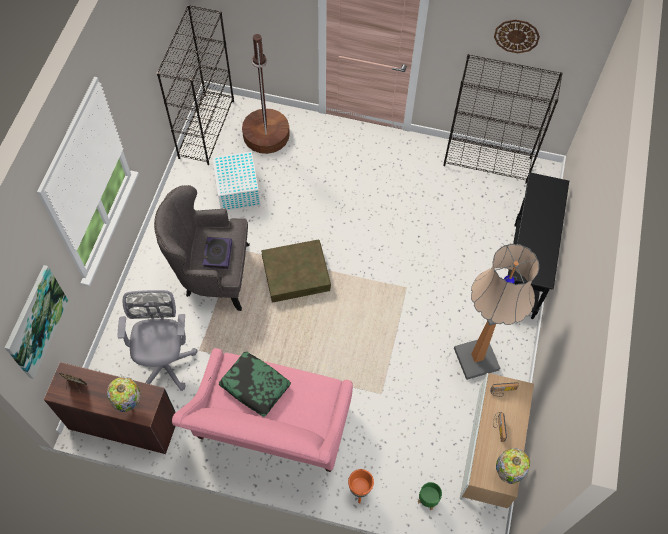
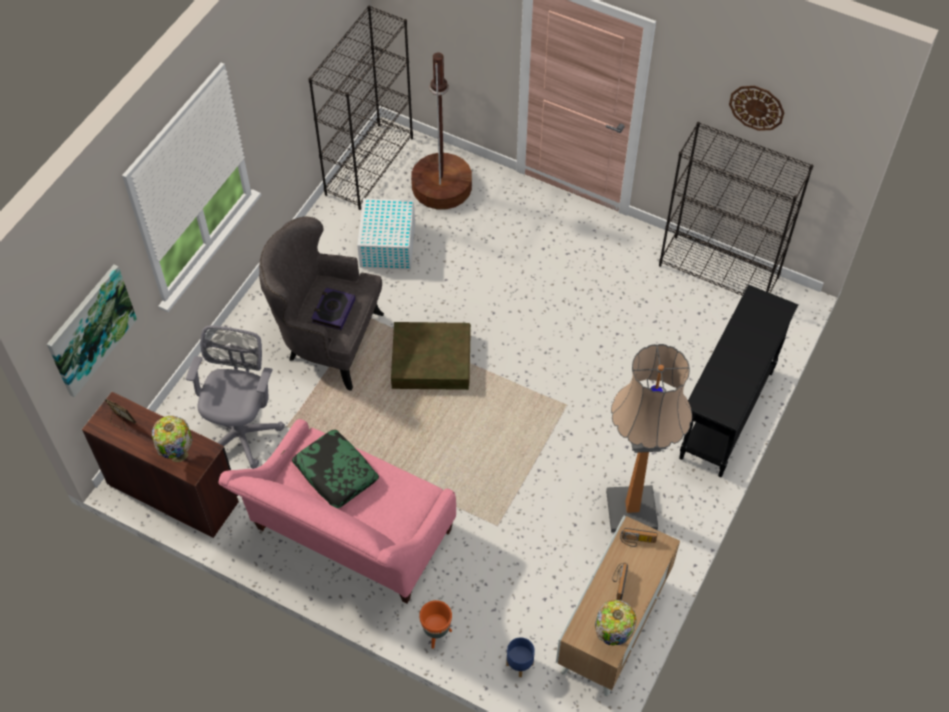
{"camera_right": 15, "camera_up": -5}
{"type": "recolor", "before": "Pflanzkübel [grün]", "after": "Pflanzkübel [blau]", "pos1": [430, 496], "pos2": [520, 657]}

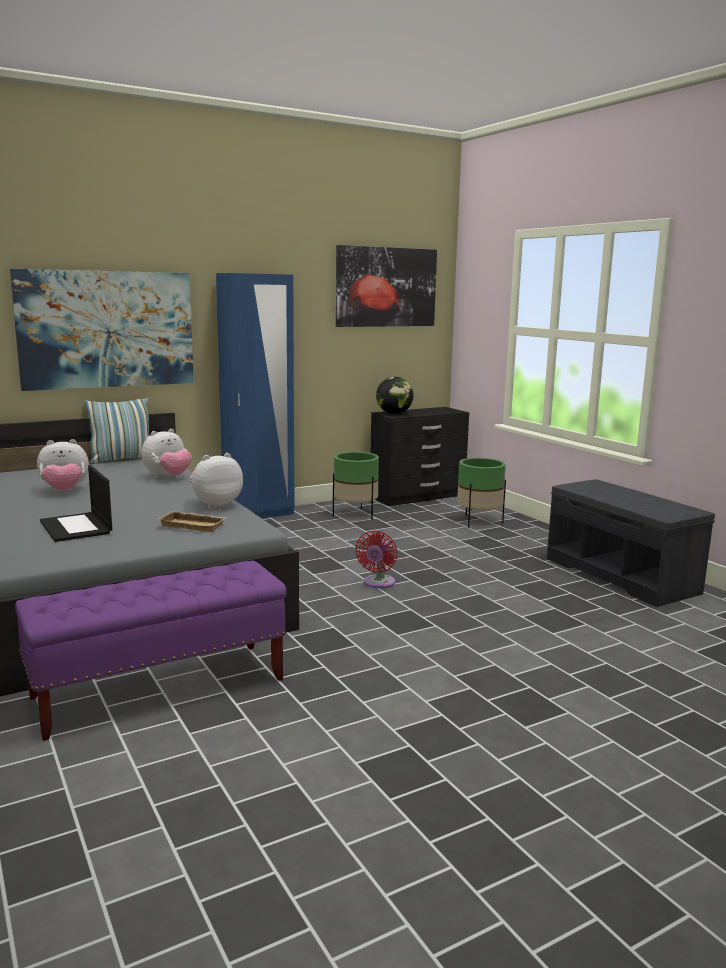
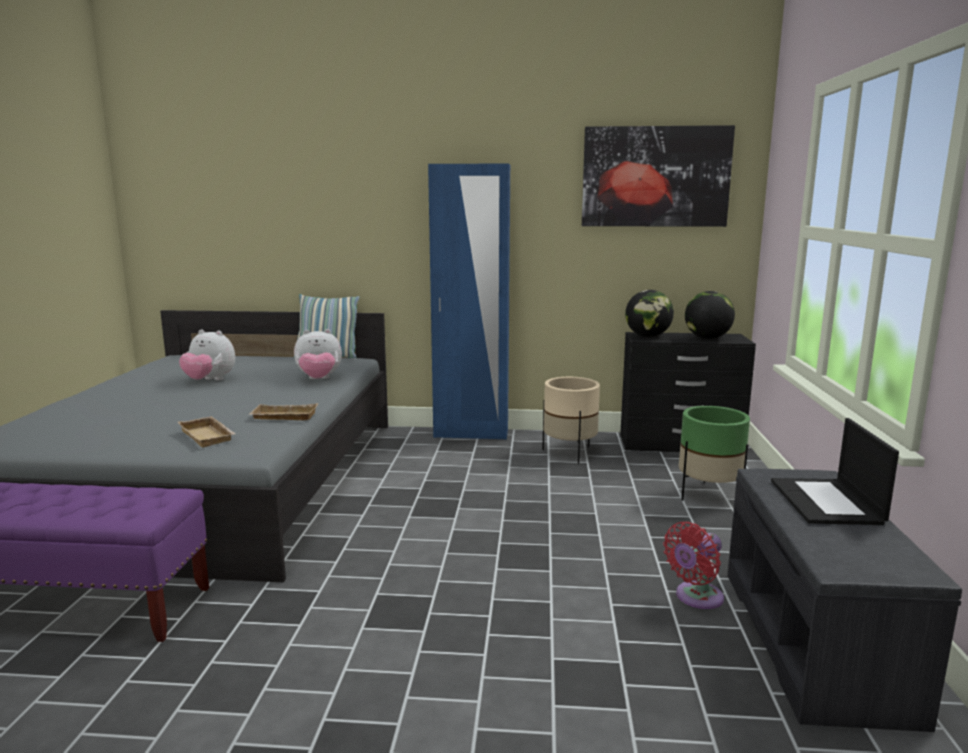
{"camera_right": 35, "camera_up": 0}
{"type": "delete", "before": "Bild", "pos1": [102, 330]}
{"type": "insert", "after": "Globus", "pos2": [710, 315]}
{"type": "move", "before": "Laptop", "pos1": [76, 503], "pos2": [835, 471]}
{"type": "move", "before": "Ventilator [rot]", "pos1": [376, 559], "pos2": [693, 565]}
{"type": "replace", "before": "Plüschtier", "after": "Tablett [beige]", "pos1": [216, 481], "pos2": [283, 411]}
{"type": "recolor", "before": "Pflanzkübel [grün]", "after": "Pflanzkübel [beige]", "pos1": [356, 486], "pos2": [571, 420]}

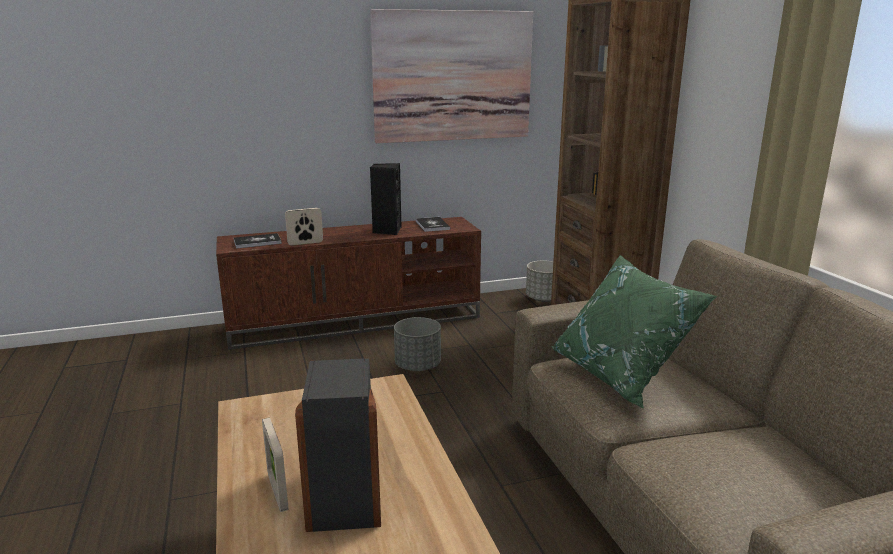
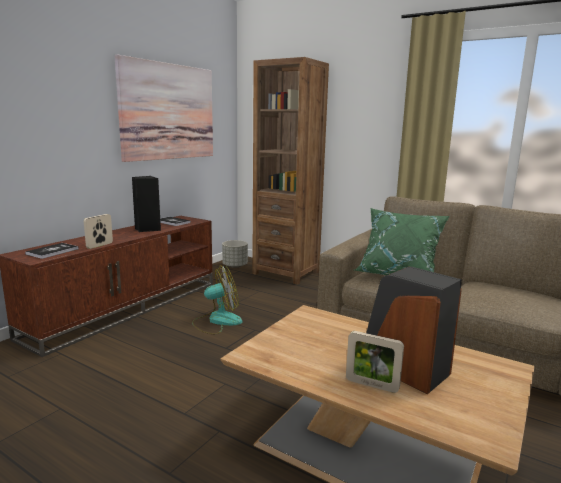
{"camera_right": -40, "camera_up": -5}
{"type": "replace", "before": "Pflanzkübel [grau]", "after": "Ventilator", "pos1": [417, 344], "pos2": [217, 299]}

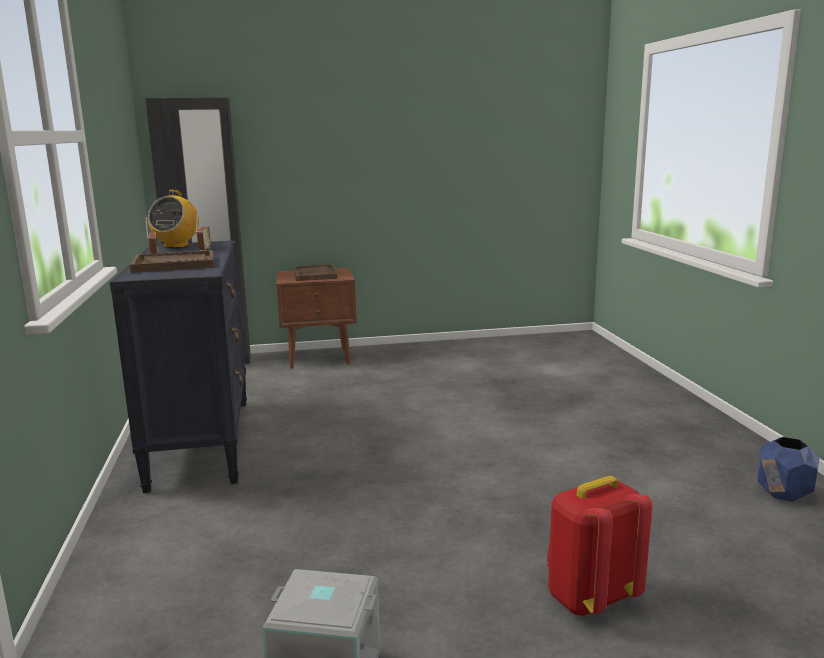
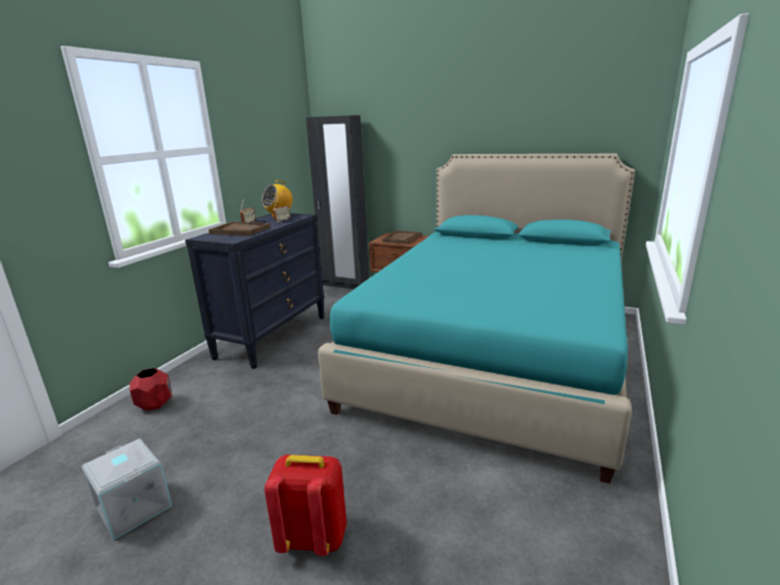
{"camera_right": 35, "camera_up": 5}
{"type": "delete", "before": "Pflanzkübel [blau]", "pos1": [788, 469]}
{"type": "insert", "after": "Pflanzkübel [rot]", "pos2": [150, 389]}
{"type": "insert", "after": "Bett [türkis]", "pos2": [476, 319]}

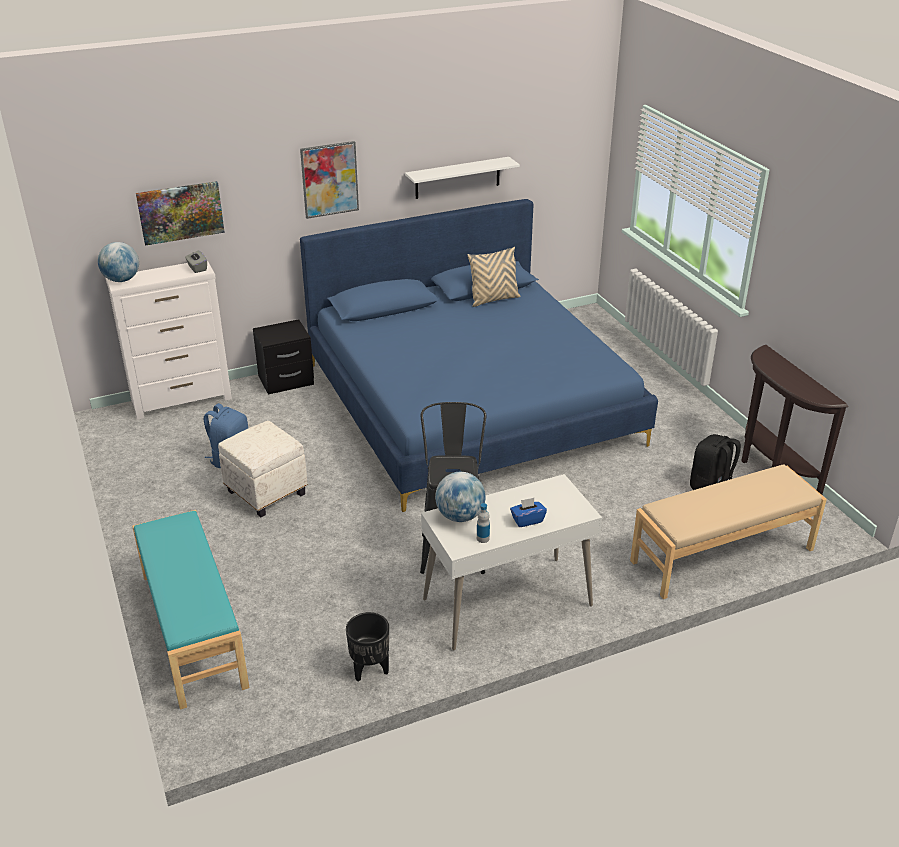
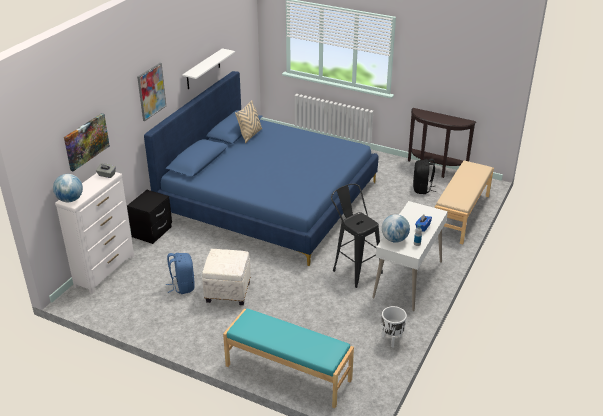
{"camera_right": -40, "camera_up": 0}
{"type": "recolor", "before": "Pflanzkübel [schwarz]", "after": "Pflanzkübel [weiß]", "pos1": [367, 647], "pos2": [394, 326]}

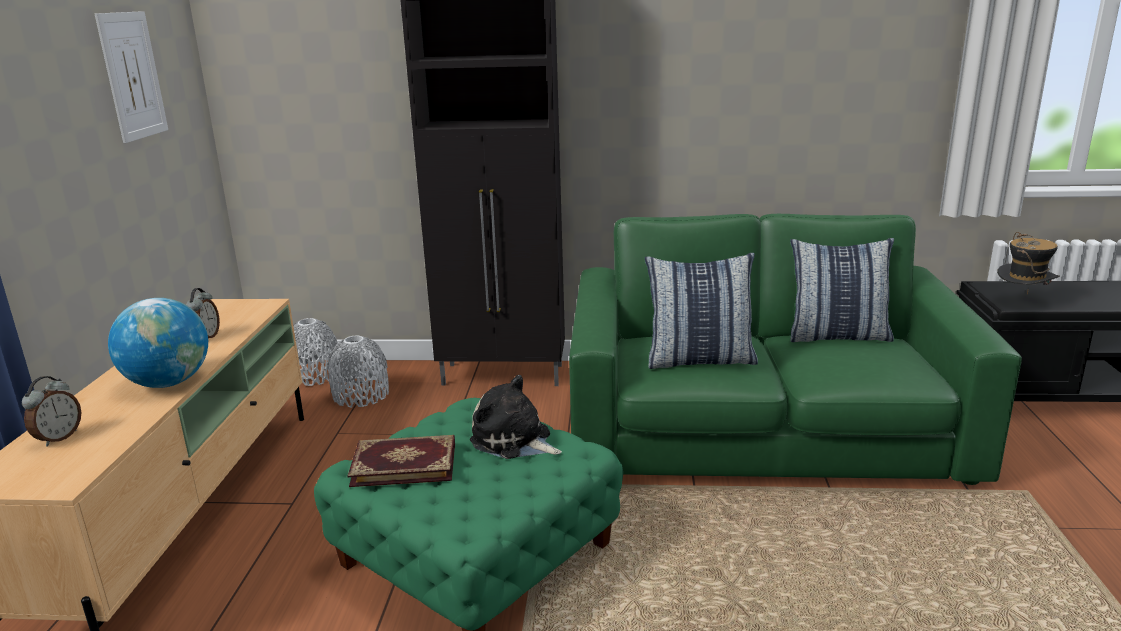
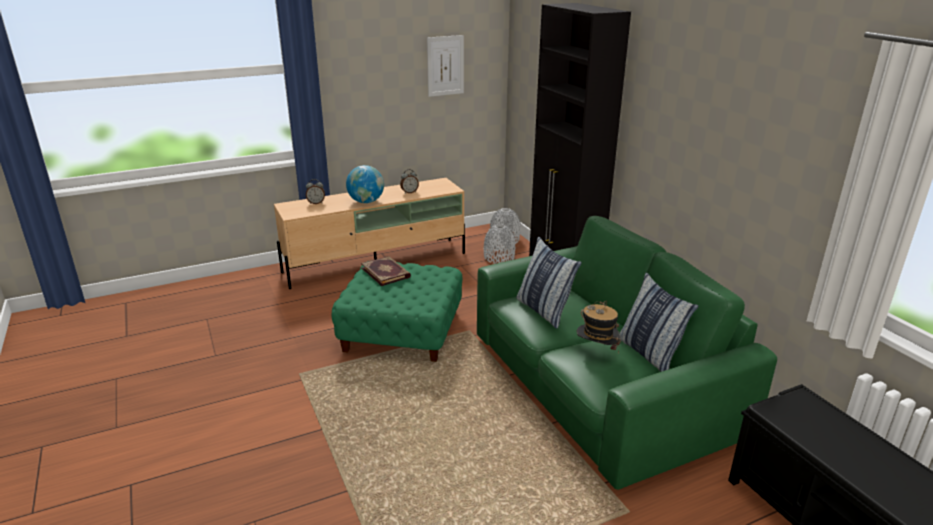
{"camera_right": 60, "camera_up": 5}
{"type": "delete", "before": "Plüschtier", "pos1": [516, 417]}
{"type": "move", "before": "Hut", "pos1": [1028, 263], "pos2": [599, 327]}

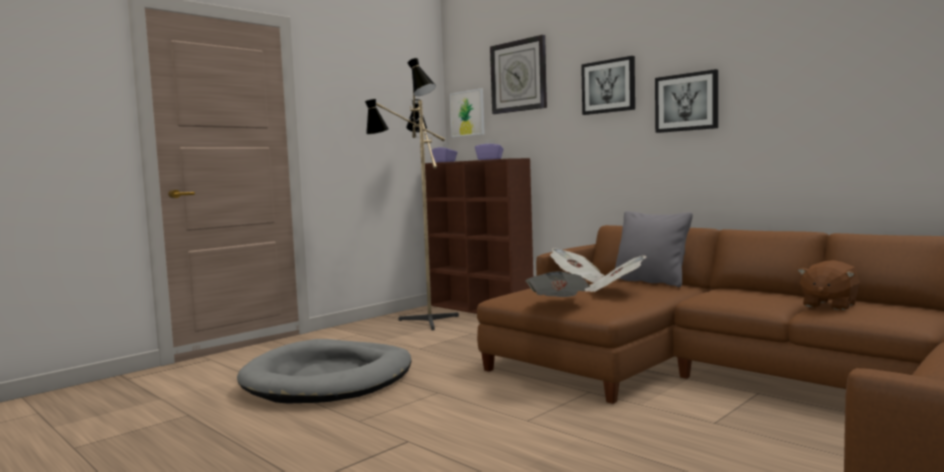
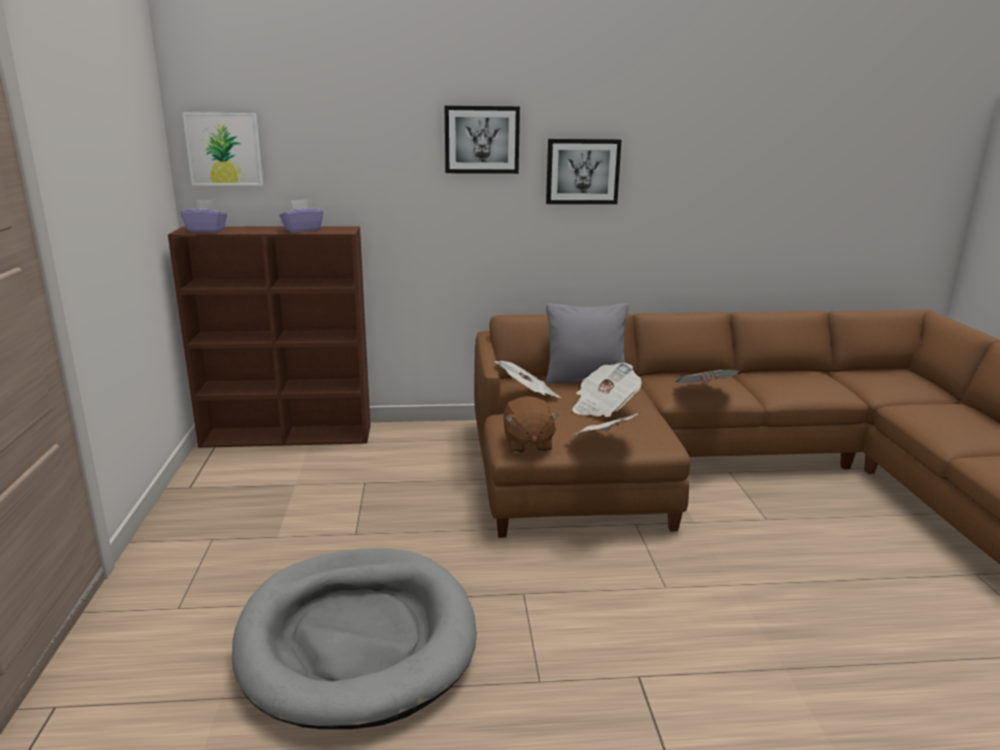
{"camera_right": -50, "camera_up": 15}
{"type": "delete", "before": "Stehlampe", "pos1": [412, 194]}
{"type": "delete", "before": "Wanduhr", "pos1": [518, 74]}
{"type": "insert", "after": "Zeitung", "pos2": [706, 376]}
{"type": "move", "before": "Plüschtier [braun]", "pos1": [828, 285], "pos2": [531, 424]}

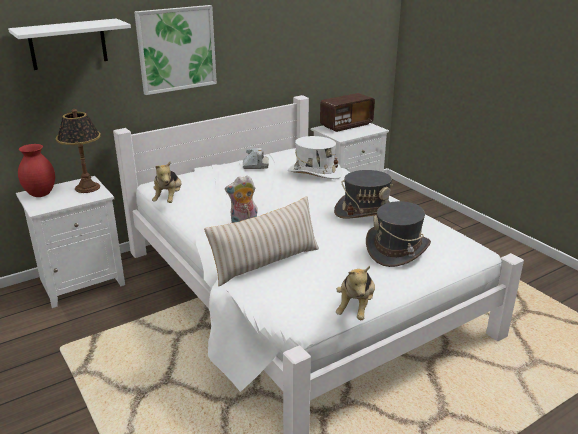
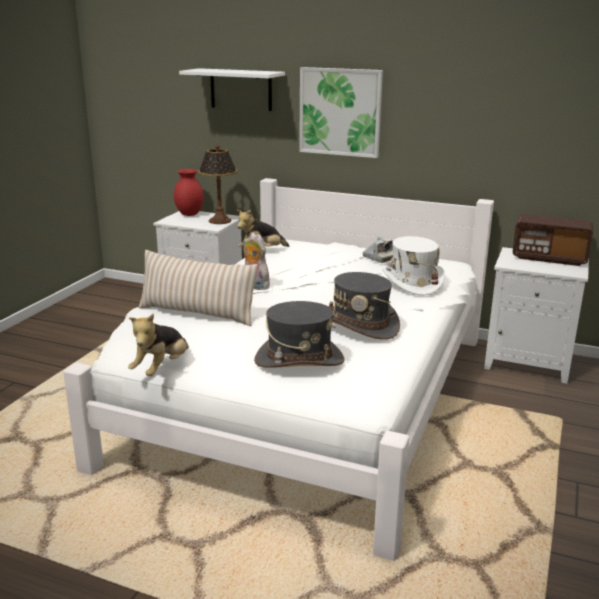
{"camera_right": 55, "camera_up": -5}
{"type": "rotate", "before": "Plüschtier", "pos1": [355, 293], "pos2": [158, 345], "turn": -45}

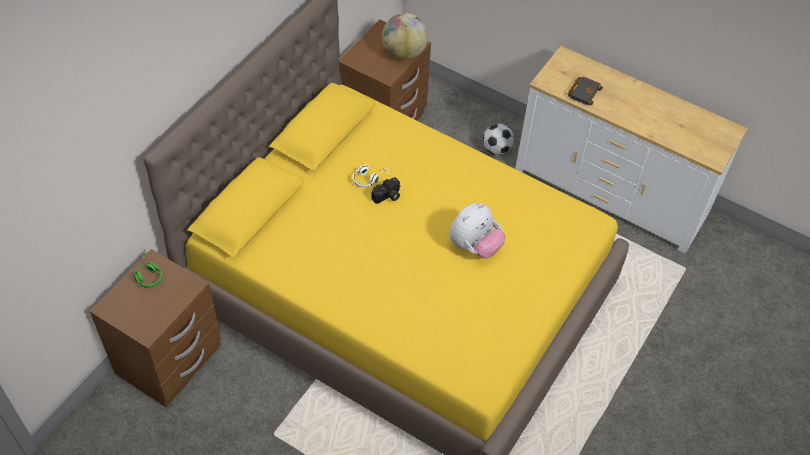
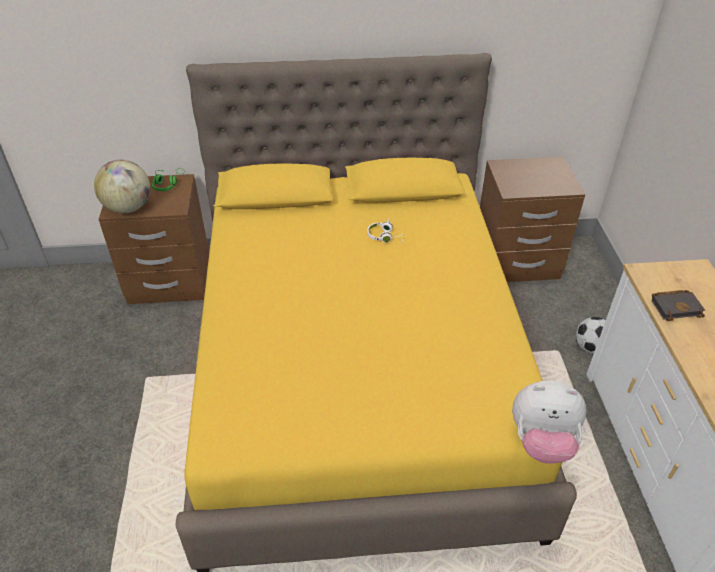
{"camera_right": 55, "camera_up": -10}
{"type": "delete", "before": "Kamera", "pos1": [386, 190]}
{"type": "move", "before": "Globus", "pos1": [405, 36], "pos2": [122, 186]}
{"type": "move", "before": "Plüschtier", "pos1": [477, 230], "pos2": [549, 422]}

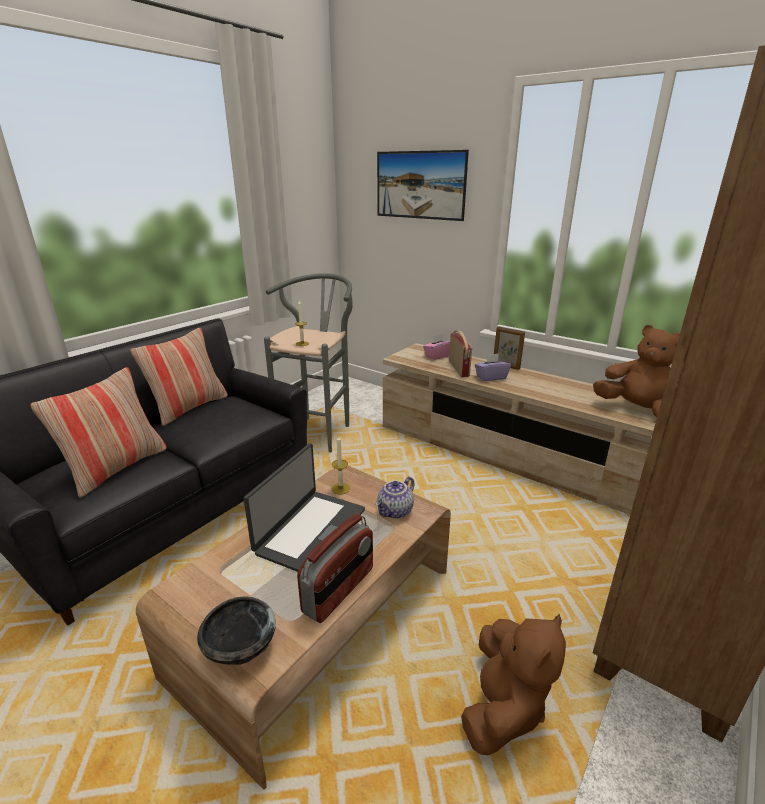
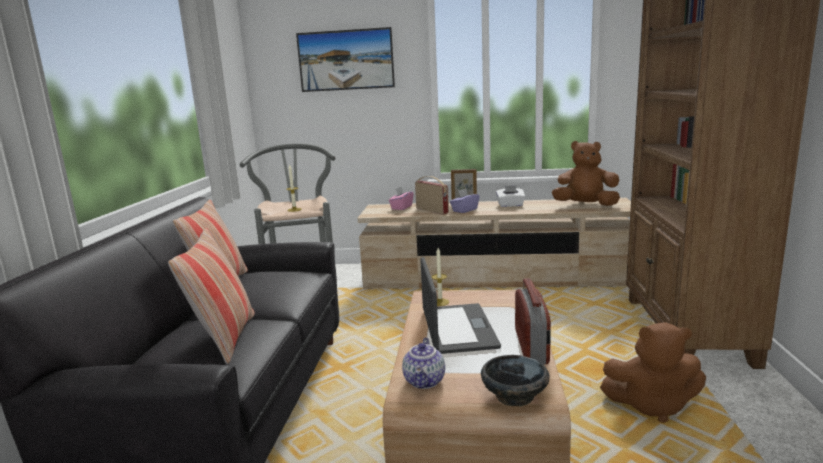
{"camera_right": -30, "camera_up": -10}
{"type": "insert", "after": "Taschentuchbox [weiß]", "pos2": [510, 196]}
{"type": "move", "before": "Teekanne", "pos1": [395, 497], "pos2": [423, 363]}
{"type": "rotate", "before": "Plüschtier [braun]", "pos1": [513, 684], "pos2": [653, 372], "turn": 105}

